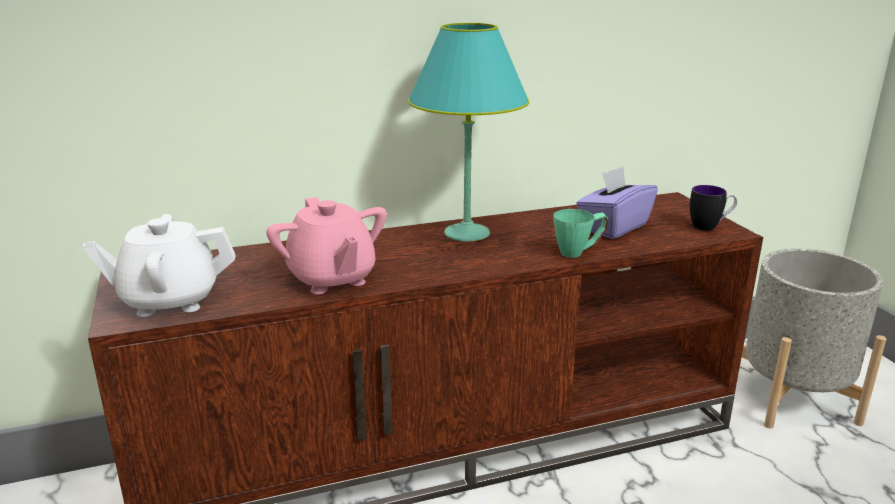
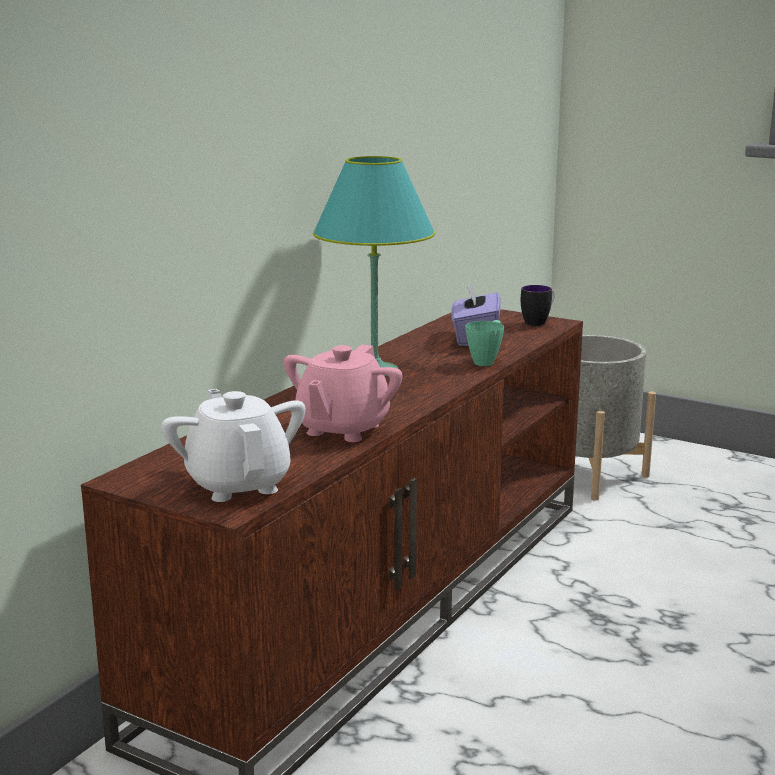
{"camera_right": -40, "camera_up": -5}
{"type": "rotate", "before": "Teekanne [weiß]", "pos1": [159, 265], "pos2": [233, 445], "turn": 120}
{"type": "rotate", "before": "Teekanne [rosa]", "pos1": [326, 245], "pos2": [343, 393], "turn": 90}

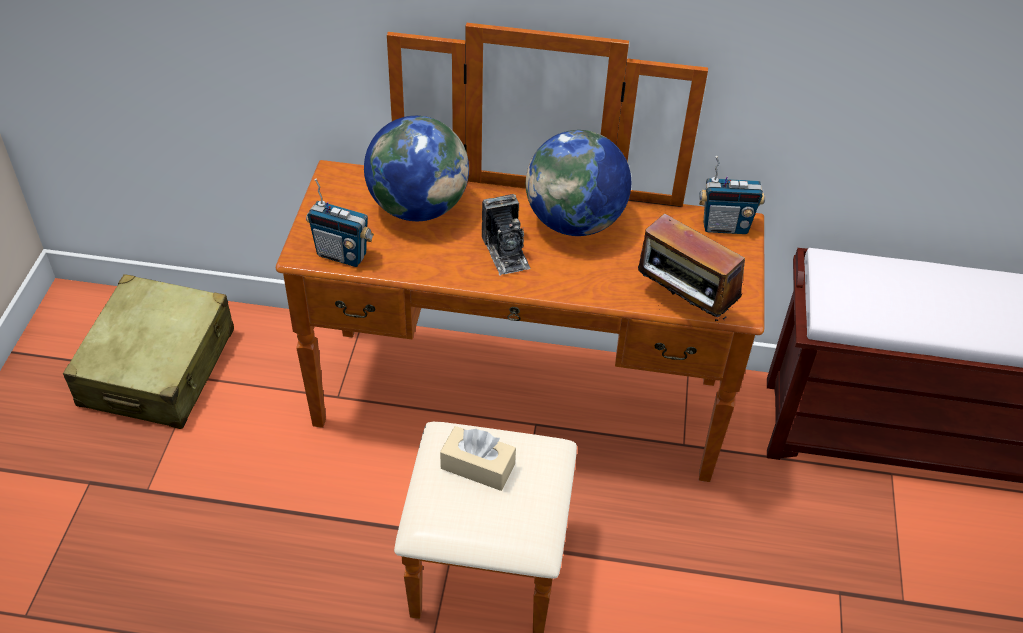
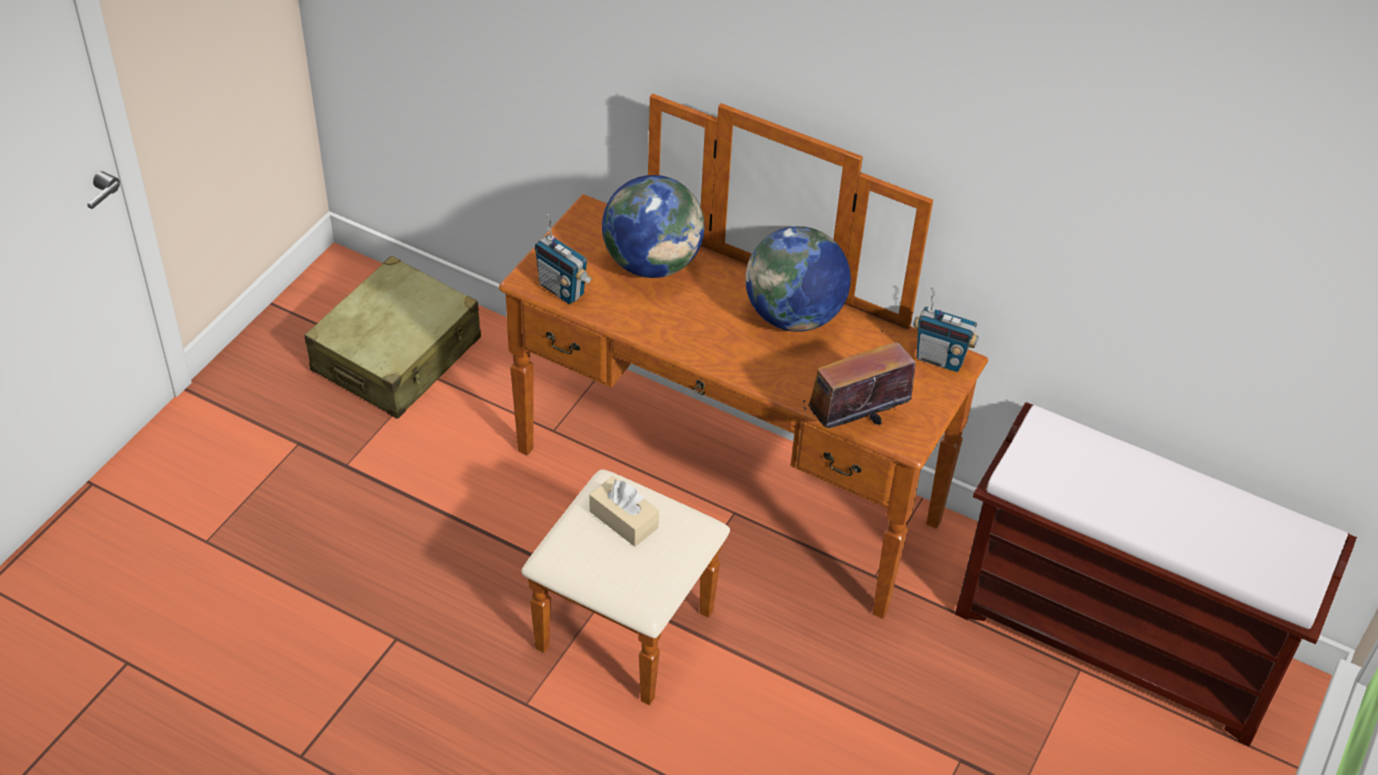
{"camera_right": 20, "camera_up": 0}
{"type": "delete", "before": "Kamera", "pos1": [506, 234]}
{"type": "rotate", "before": "Radio", "pos1": [691, 267], "pos2": [859, 379], "turn": 90}

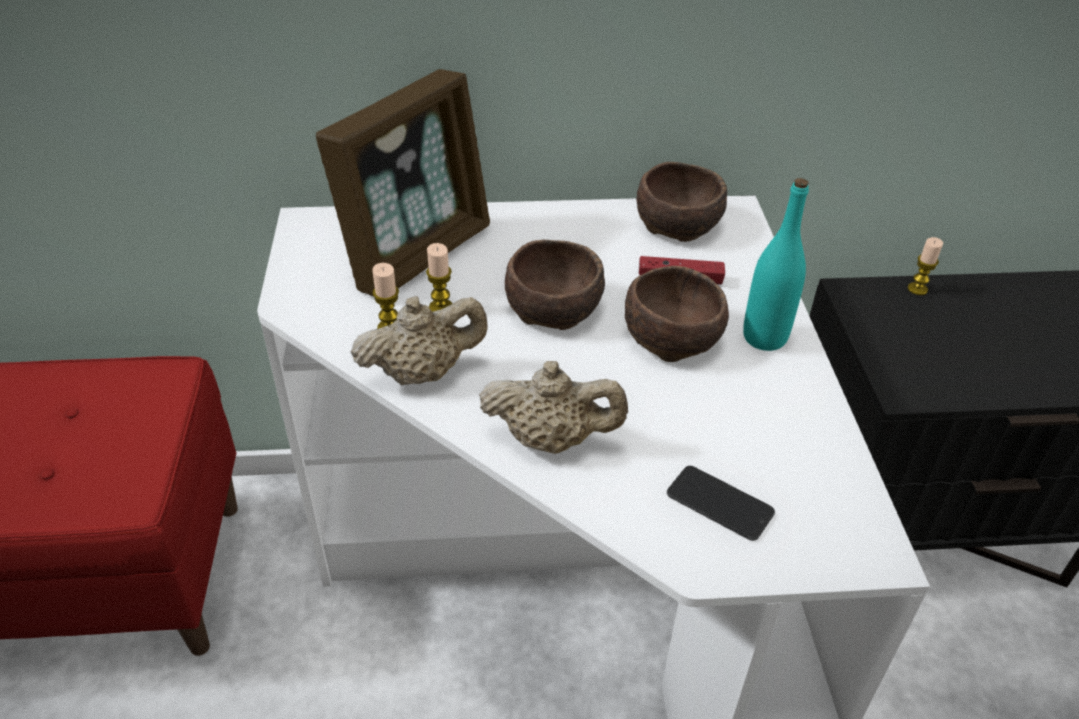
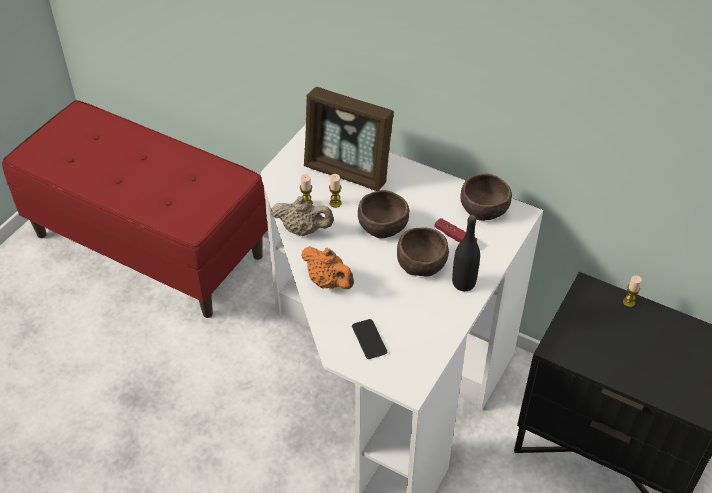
{"camera_right": 35, "camera_up": 5}
{"type": "recolor", "before": "Teekanne [beige]", "after": "Teekanne [orange]", "pos1": [553, 407], "pos2": [327, 267]}
{"type": "recolor", "before": "Flasche [türkis]", "after": "Flasche [schwarz]", "pos1": [776, 264], "pos2": [466, 253]}
{"type": "rotate", "before": "Bilderrahmen", "pos1": [403, 182], "pos2": [349, 139], "turn": 45}

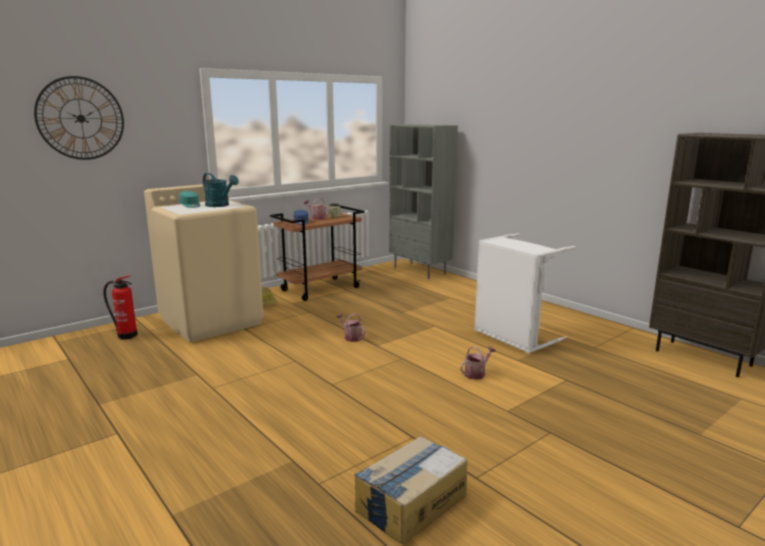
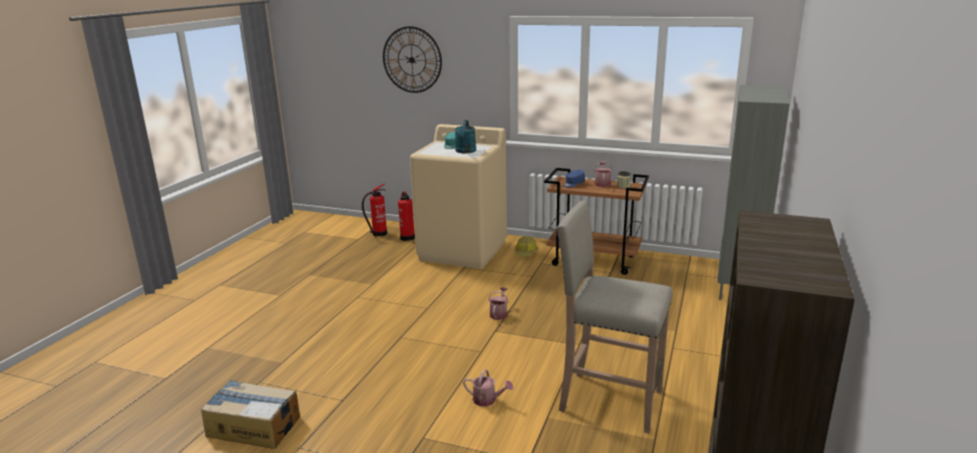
{"camera_right": 60, "camera_up": 5}
{"type": "insert", "after": "Feuerlöscher", "pos2": [374, 210]}
{"type": "replace", "before": "Wäschekorb [weiß]", "after": "Hocker [beige]", "pos1": [525, 293], "pos2": [614, 317]}

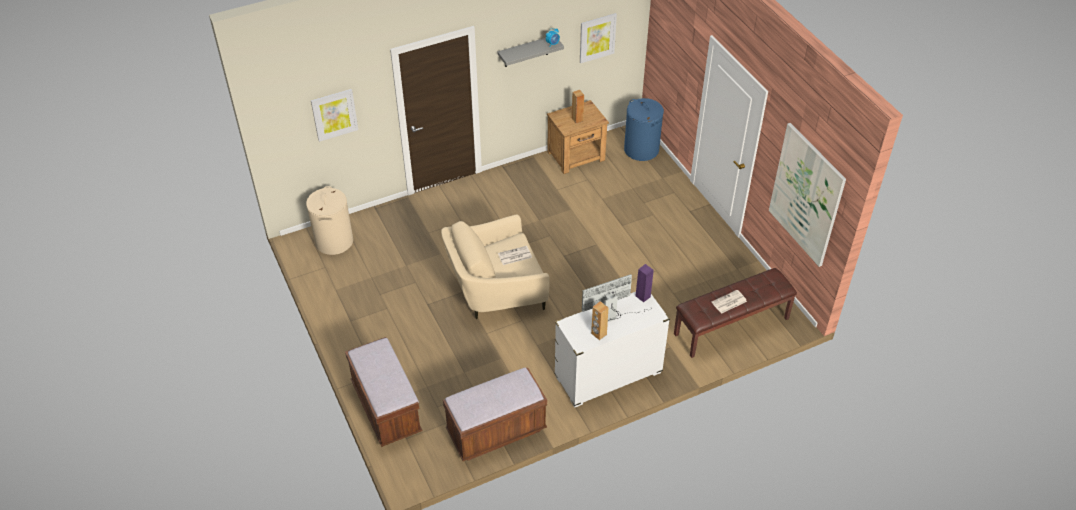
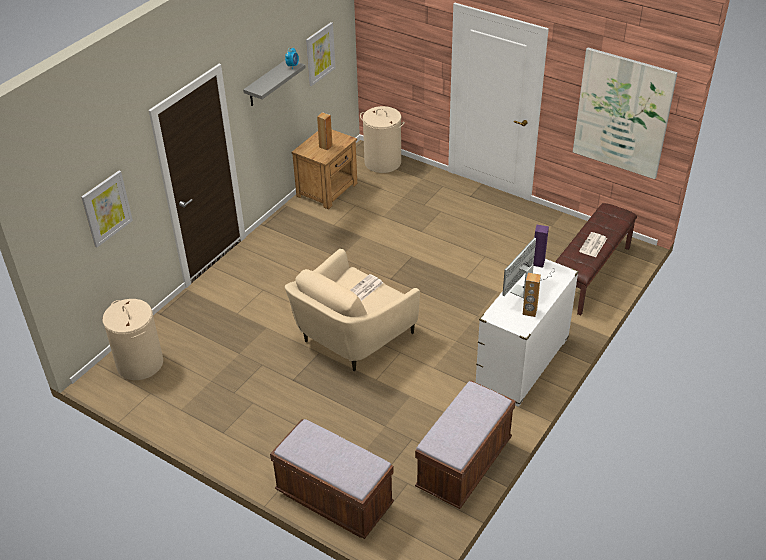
{"camera_right": -30, "camera_up": -5}
{"type": "recolor", "before": "Wäschekorb [blau]", "after": "Wäschekorb [beige]", "pos1": [644, 129], "pos2": [382, 139]}

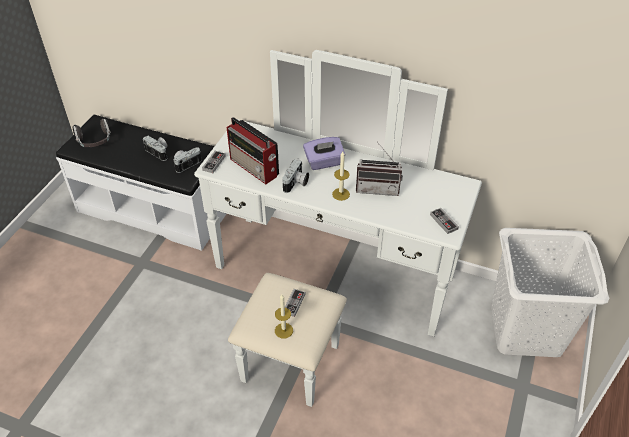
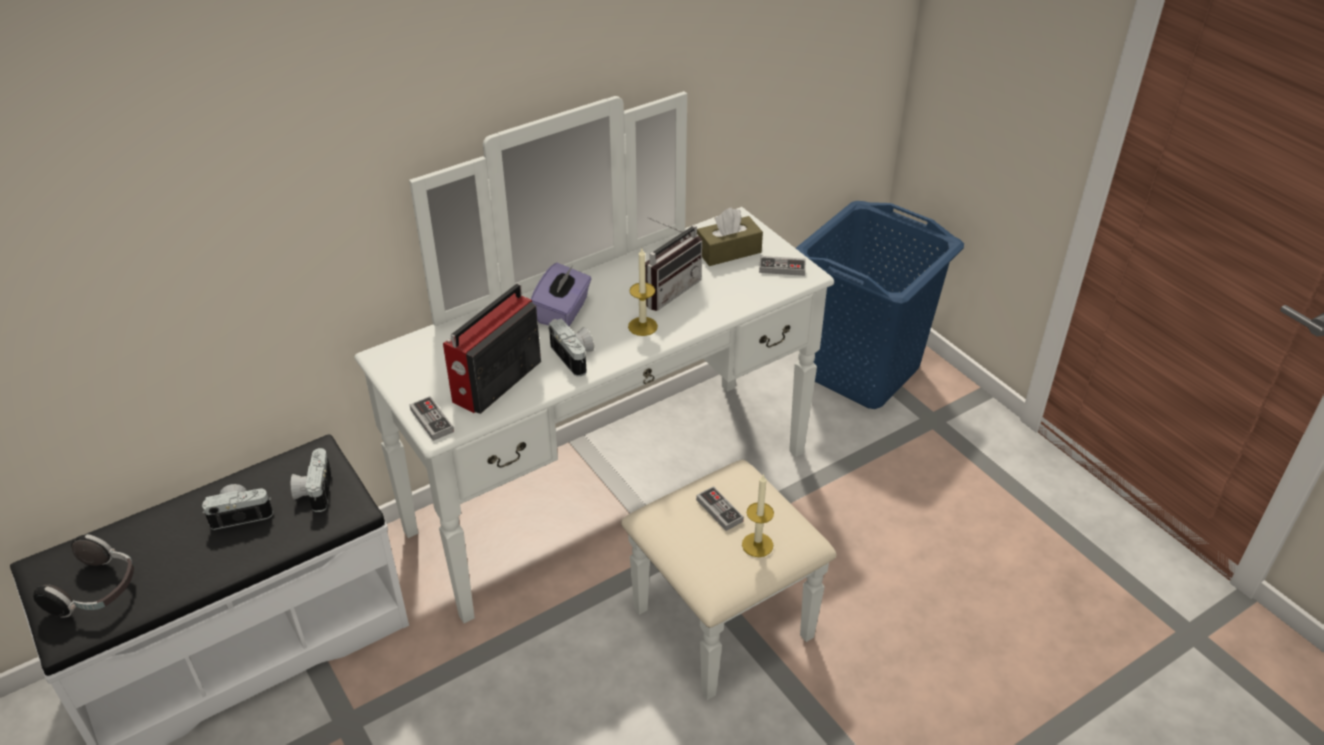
{"camera_right": -55, "camera_up": -5}
{"type": "insert", "after": "Taschentuchbox [braun]", "pos2": [730, 236]}
{"type": "recolor", "before": "Wäschekorb [weiß]", "after": "Wäschekorb [blau]", "pos1": [550, 292], "pos2": [880, 305]}
{"type": "rotate", "before": "Radio", "pos1": [253, 150], "pos2": [492, 348], "turn": 135}

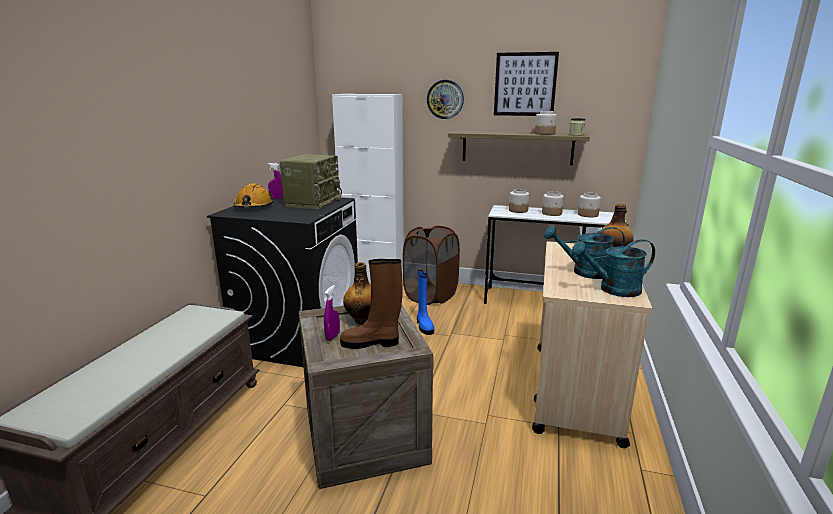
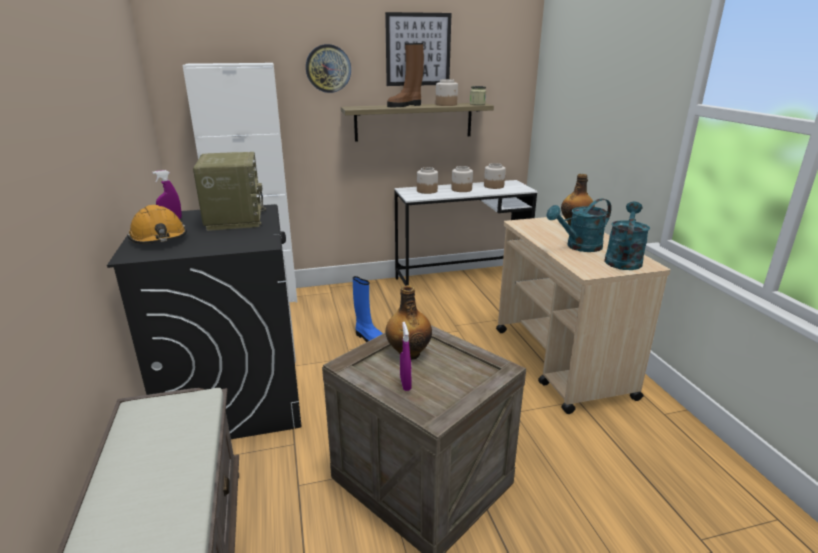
{"camera_right": -30, "camera_up": 5}
{"type": "delete", "before": "Wäschekorb [braun]", "pos1": [431, 265]}
{"type": "move", "before": "Stiefel [braun]", "pos1": [371, 304], "pos2": [405, 75]}
{"type": "rotate", "before": "Gießkanne [türkis]", "pos1": [613, 268], "pos2": [627, 235], "turn": 150}

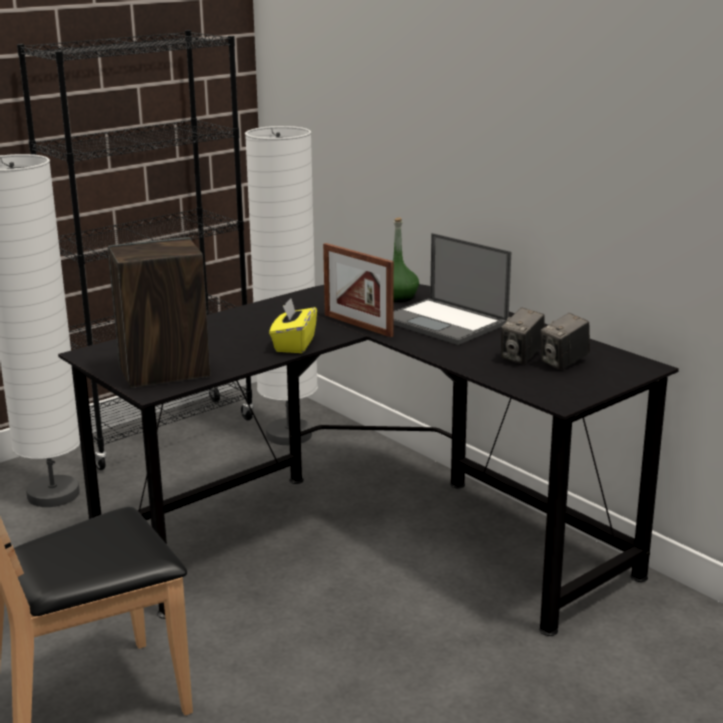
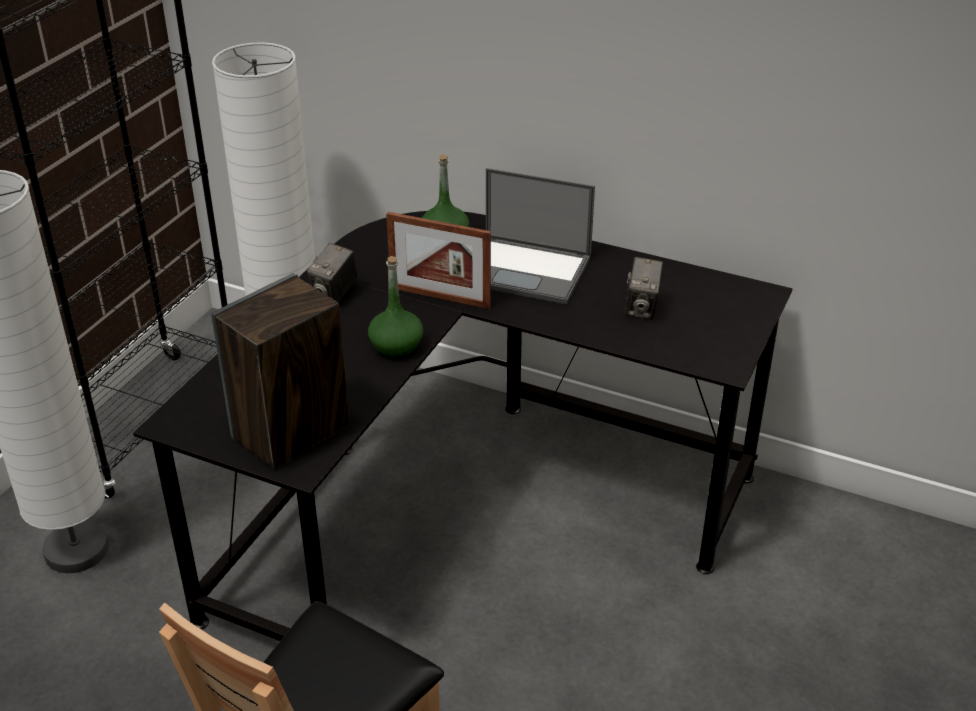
{"camera_right": -25, "camera_up": 15}
{"type": "move", "before": "Kamera", "pos1": [565, 341], "pos2": [332, 272]}
{"type": "replace", "before": "Taschentuchbox [gelb]", "after": "Flasche [grün]", "pos1": [293, 325], "pos2": [395, 307]}

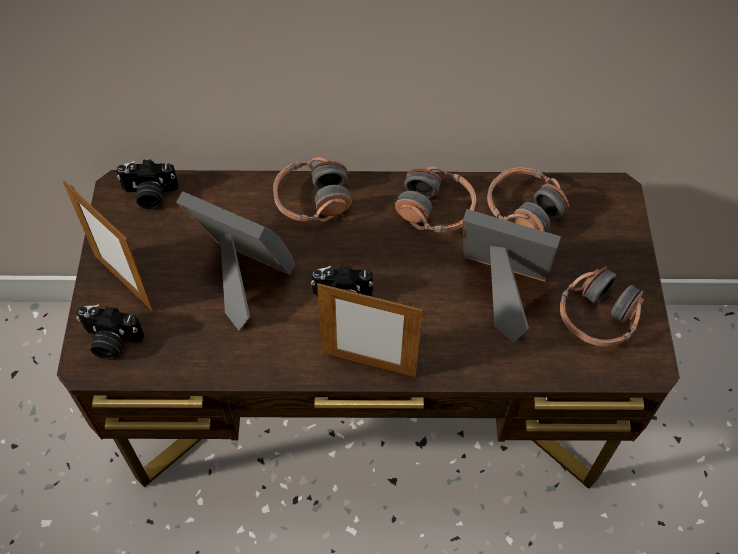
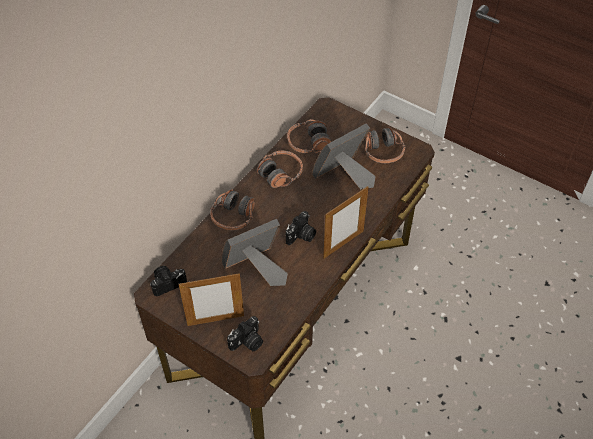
{"camera_right": -55, "camera_up": -5}
{"type": "rotate", "before": "Kamera", "pos1": [147, 184], "pos2": [168, 281], "turn": -150}

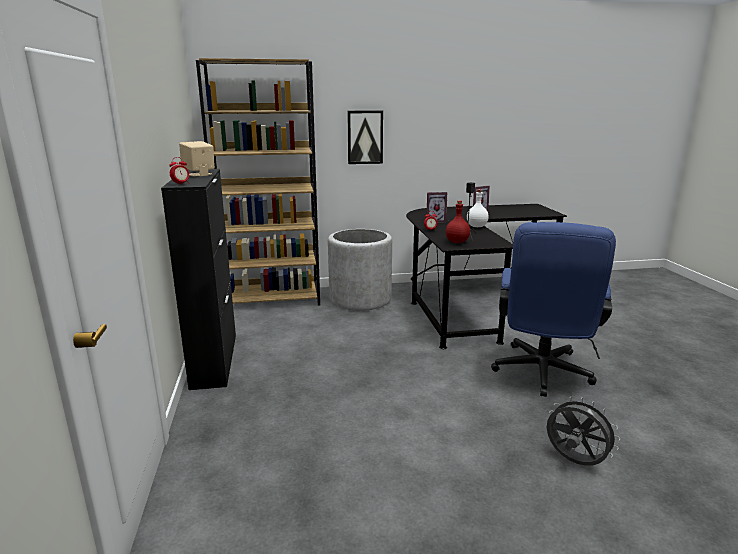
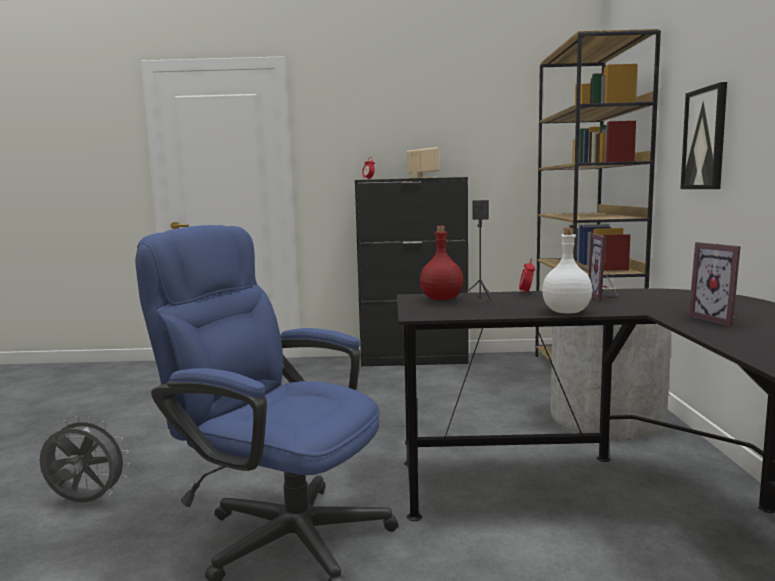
{"camera_right": 100, "camera_up": -10}
{"type": "rotate", "before": "Ventilator [grau]", "pos1": [583, 431], "pos2": [85, 459], "turn": -135}

